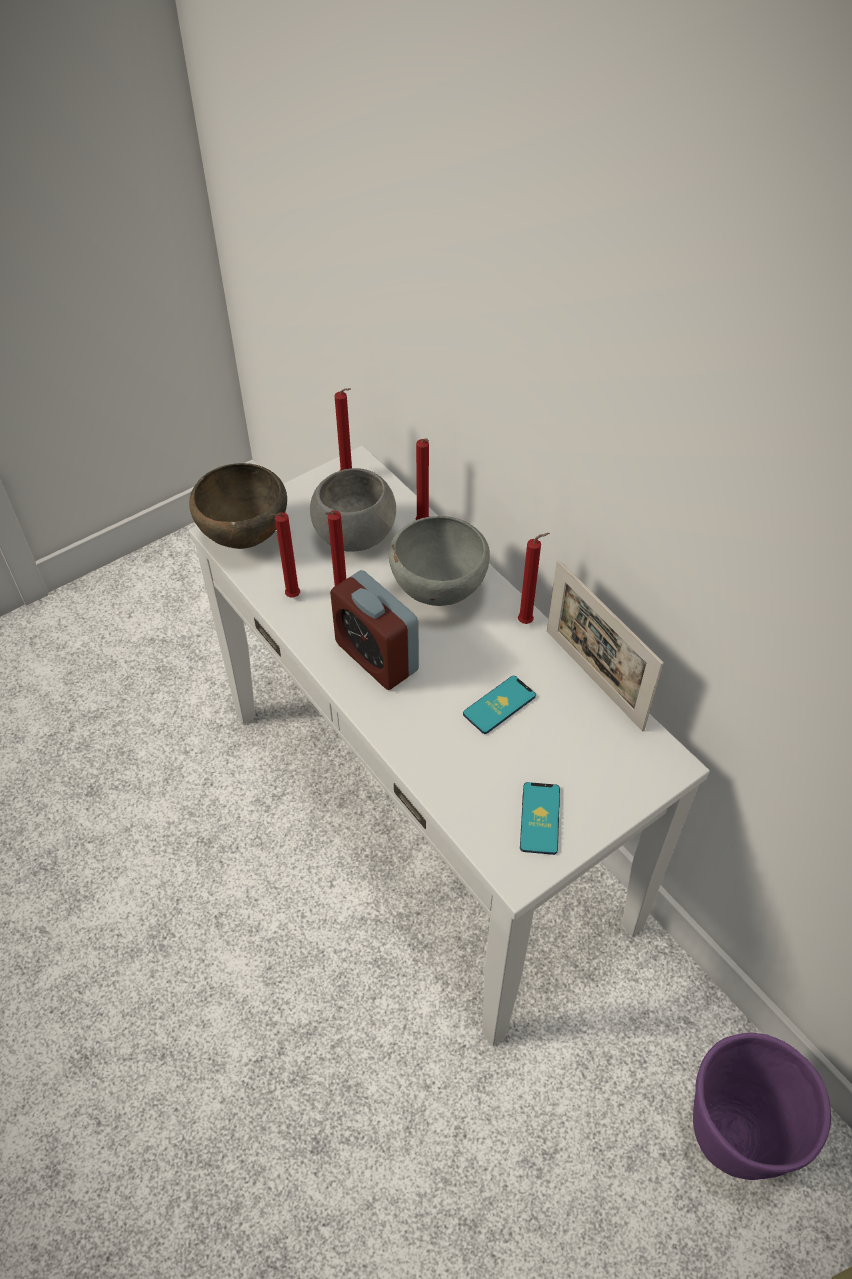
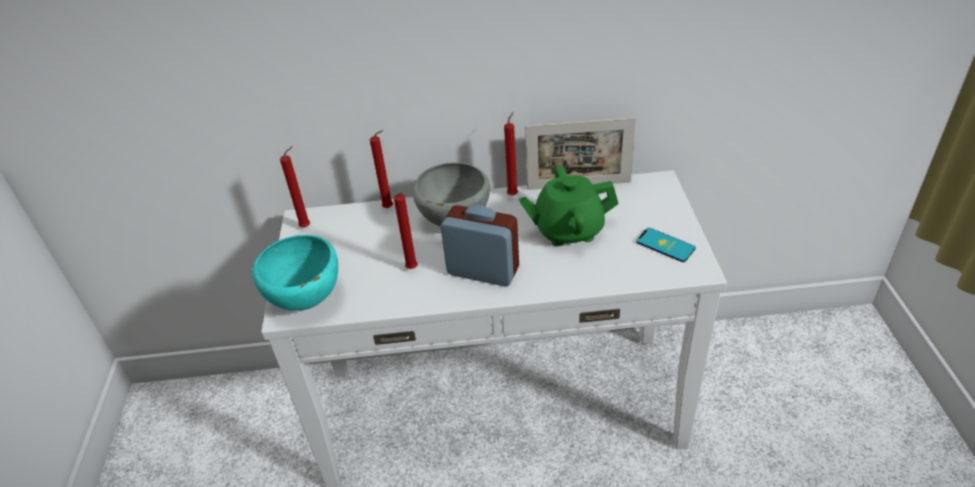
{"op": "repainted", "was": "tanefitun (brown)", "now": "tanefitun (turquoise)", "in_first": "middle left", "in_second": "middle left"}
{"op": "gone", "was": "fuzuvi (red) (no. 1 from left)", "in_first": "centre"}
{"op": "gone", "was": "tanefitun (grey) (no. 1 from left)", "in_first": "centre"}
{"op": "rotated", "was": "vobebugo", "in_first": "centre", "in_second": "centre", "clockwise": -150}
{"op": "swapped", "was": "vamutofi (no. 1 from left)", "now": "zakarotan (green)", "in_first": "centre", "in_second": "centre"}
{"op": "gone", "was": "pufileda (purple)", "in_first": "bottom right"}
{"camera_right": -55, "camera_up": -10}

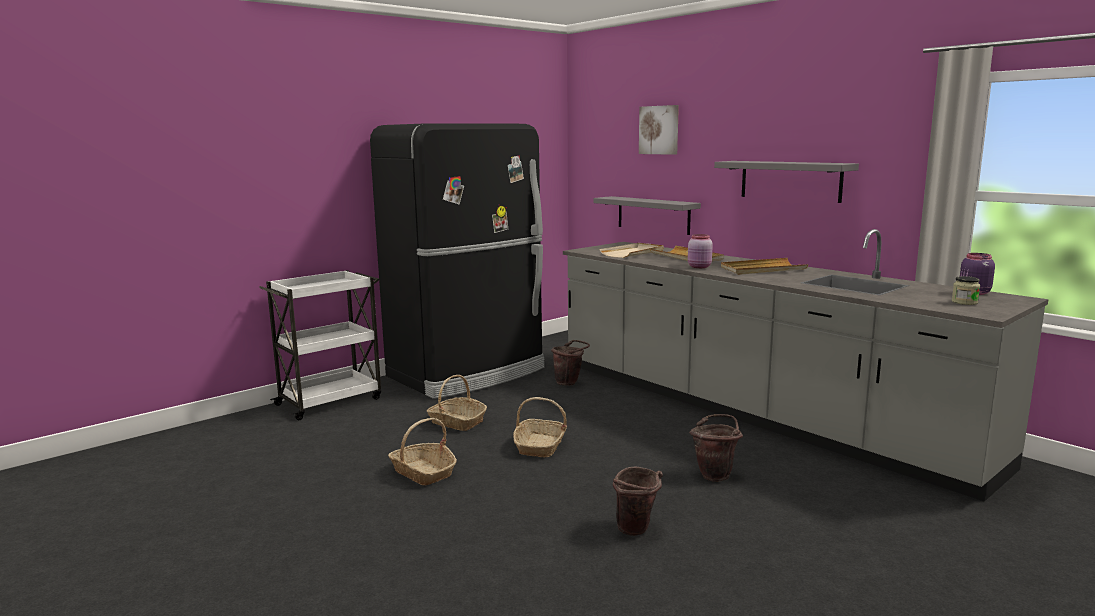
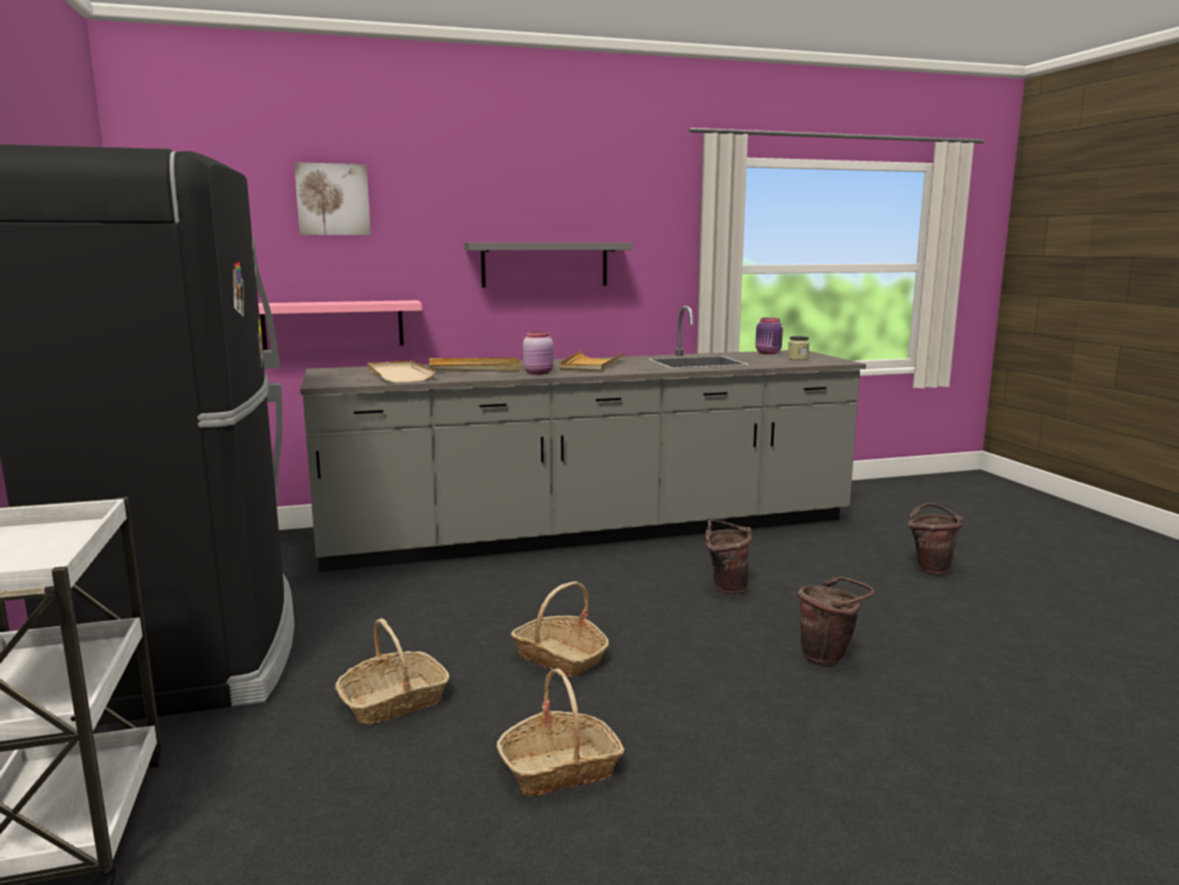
{"op": "shifted", "was": "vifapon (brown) (no. 1 from left in the first image)", "now": "vifapon (brown) (no. 3 from left)", "in_first": "centre", "in_second": "middle right"}
{"op": "repainted", "was": "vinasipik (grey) (no. 1 from left)", "now": "vinasipik (pink)", "in_first": "centre", "in_second": "middle left"}
{"camera_right": -65, "camera_up": 0}

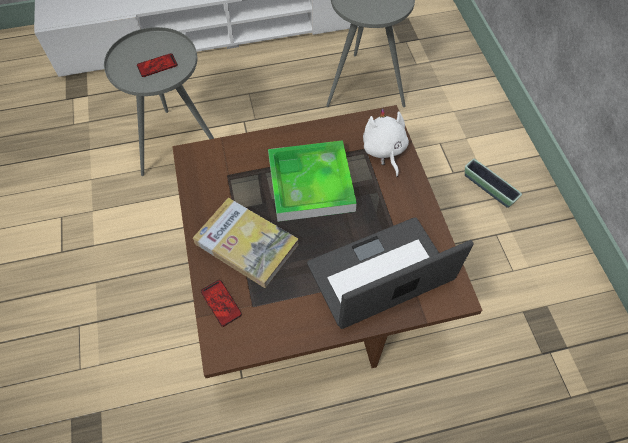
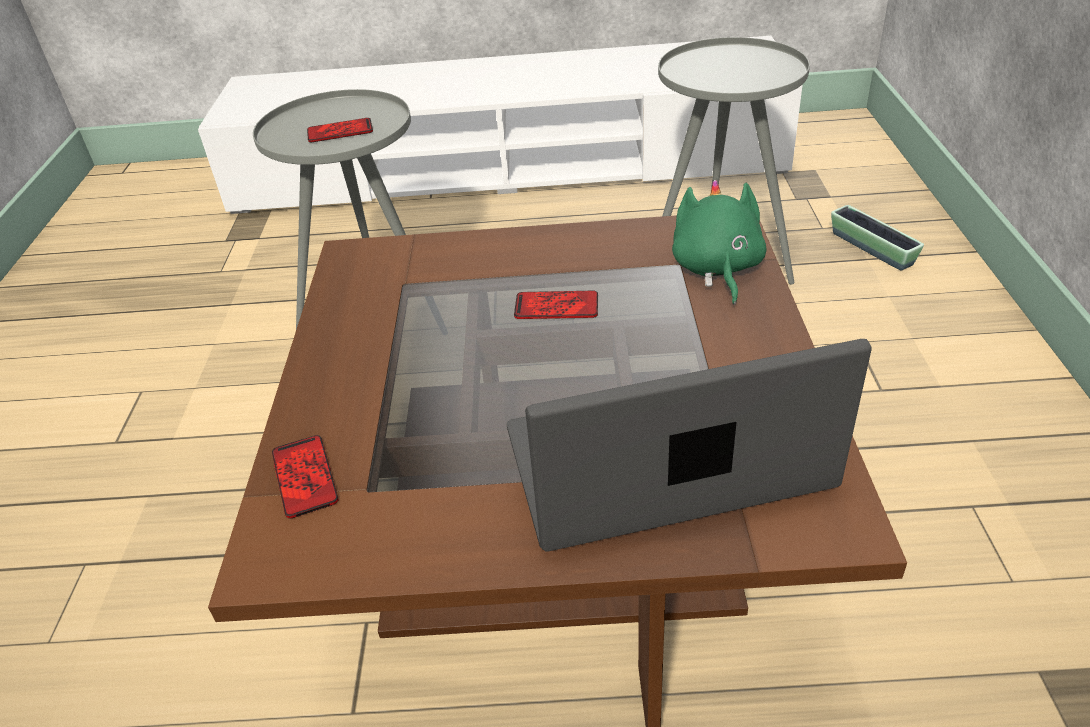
{"op": "gone", "was": "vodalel", "in_first": "centre"}
{"op": "swapped", "was": "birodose", "now": "vamutofi (no. 3 from left)", "in_first": "centre", "in_second": "centre"}
{"op": "repainted", "was": "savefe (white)", "now": "savefe (green)", "in_first": "top centre", "in_second": "top centre"}
{"op": "shifted", "was": "pufileda", "in_first": "middle right", "in_second": "top right"}
{"camera_right": 15, "camera_up": -20}

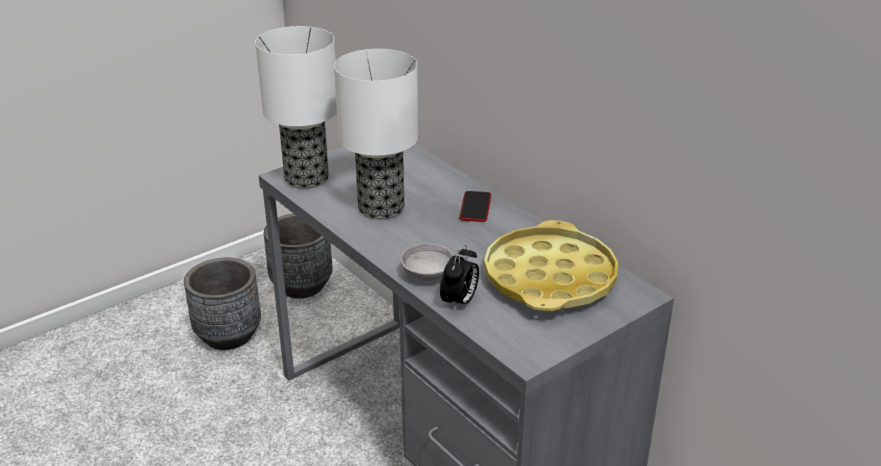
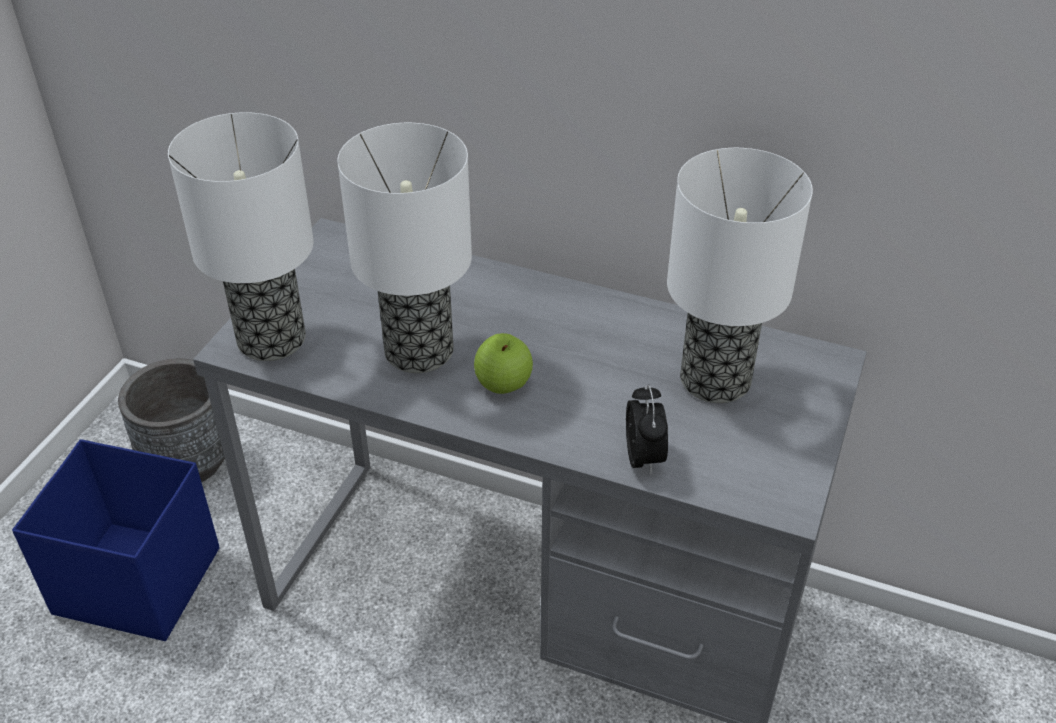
{"op": "swapped", "was": "pufileda (grey) (no. 1 from left)", "now": "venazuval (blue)", "in_first": "middle left", "in_second": "bottom left"}
{"op": "gone", "was": "tanefitun (grey)", "in_first": "centre"}
{"op": "gone", "was": "vamutofi", "in_first": "centre"}
{"op": "swapped", "was": "birodose (yellow)", "now": "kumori (no. 3 from left)", "in_first": "centre", "in_second": "middle right"}
{"op": "new", "now": "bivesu", "in_second": "centre"}
{"camera_right": -30, "camera_up": 10}

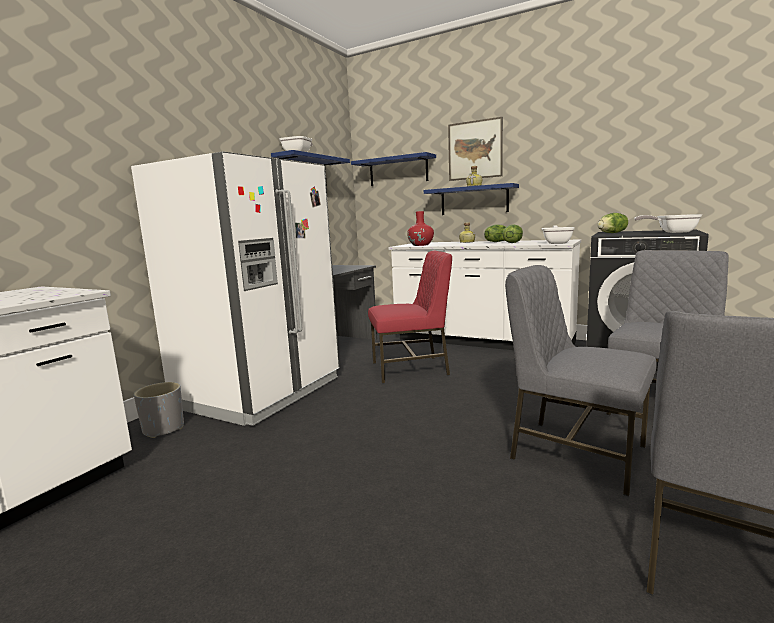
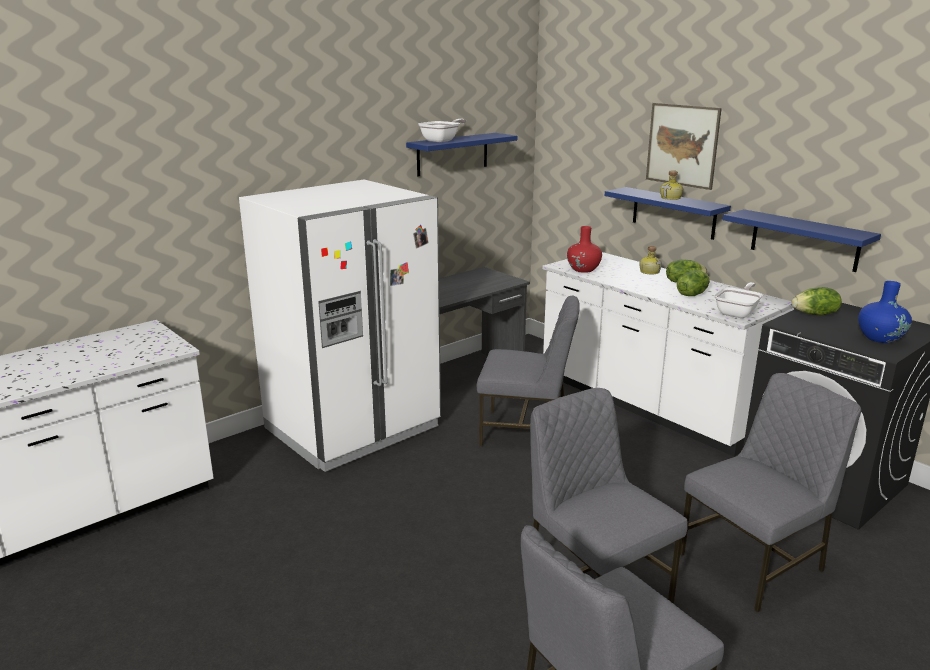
{"op": "gone", "was": "pufileda (grey)", "in_first": "middle left"}
{"op": "shifted", "was": "vinasipik (blue) (no. 2 from left in the first image)", "now": "vinasipik (blue) (no. 3 from left)", "in_first": "top centre", "in_second": "middle right"}
{"op": "repainted", "was": "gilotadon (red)", "now": "gilotadon (grey) (no. 1 from left)", "in_first": "centre", "in_second": "centre"}
{"op": "swapped", "was": "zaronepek (no. 3 from left)", "now": "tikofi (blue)", "in_first": "middle right", "in_second": "middle right"}
{"camera_right": 20, "camera_up": 10}

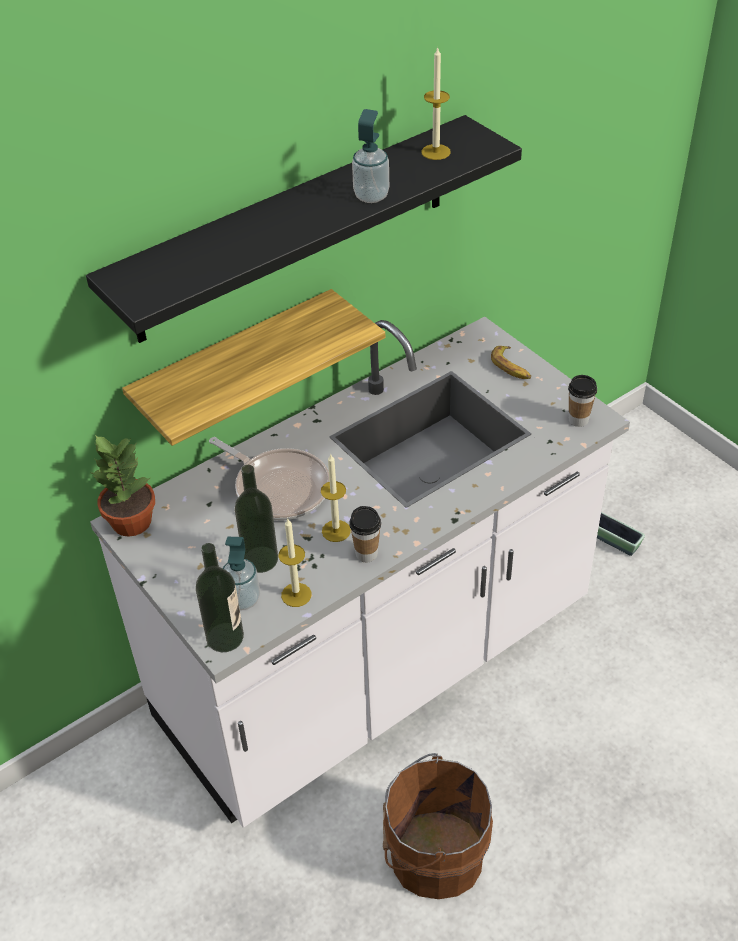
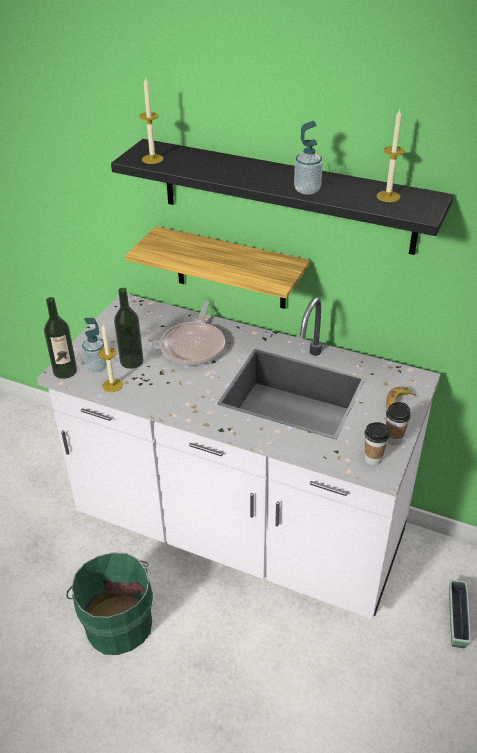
{"op": "gone", "was": "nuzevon", "in_first": "middle left"}
{"op": "shifted", "was": "fuzuvi (no. 2 from left)", "in_first": "centre", "in_second": "top left"}
{"op": "shifted", "was": "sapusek (no. 1 from left in the first image)", "now": "sapusek (no. 2 from left)", "in_first": "centre", "in_second": "middle right"}
{"op": "repainted", "was": "vifapon (brown)", "now": "vifapon (green)", "in_first": "bottom centre", "in_second": "bottom left"}
{"camera_right": 60, "camera_up": -5}

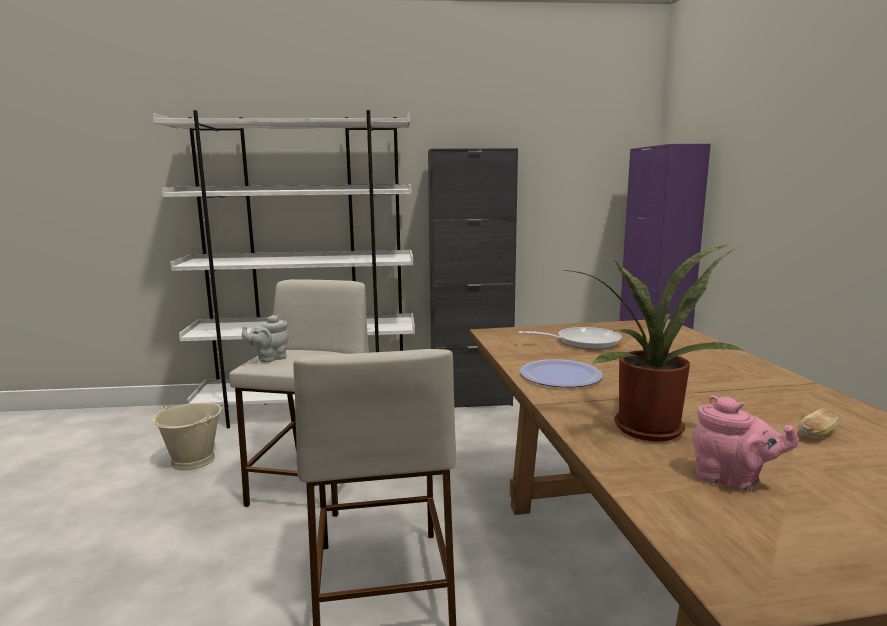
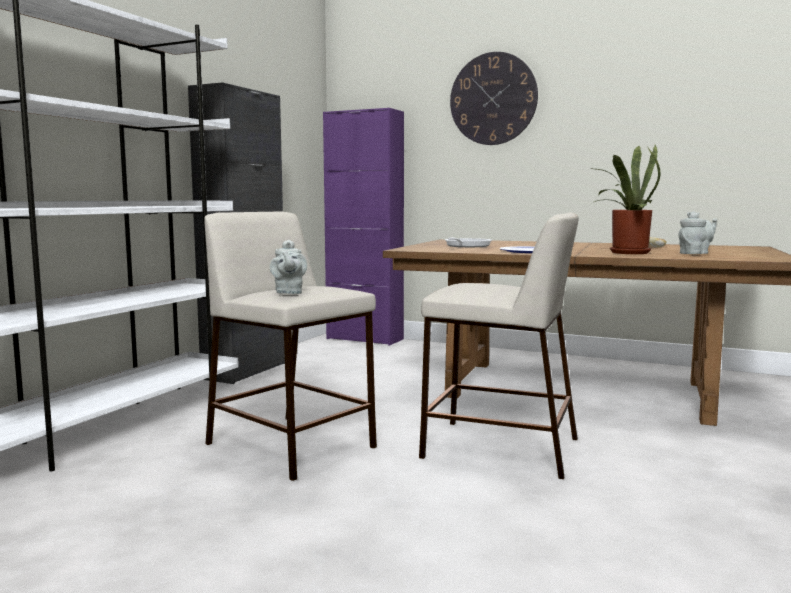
{"op": "gone", "was": "vifapon (beige)", "in_first": "bottom left"}
{"op": "repainted", "was": "zakarotan (pink)", "now": "zakarotan (grey) (no. 2 from left)", "in_first": "bottom right", "in_second": "middle right"}
{"op": "new", "now": "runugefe", "in_second": "top centre"}
{"camera_right": -60, "camera_up": -5}

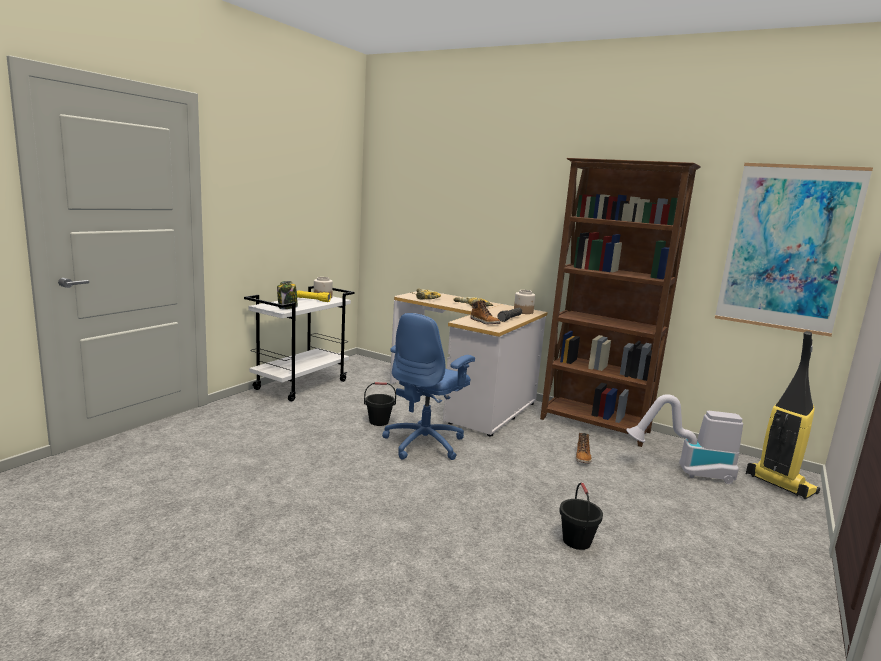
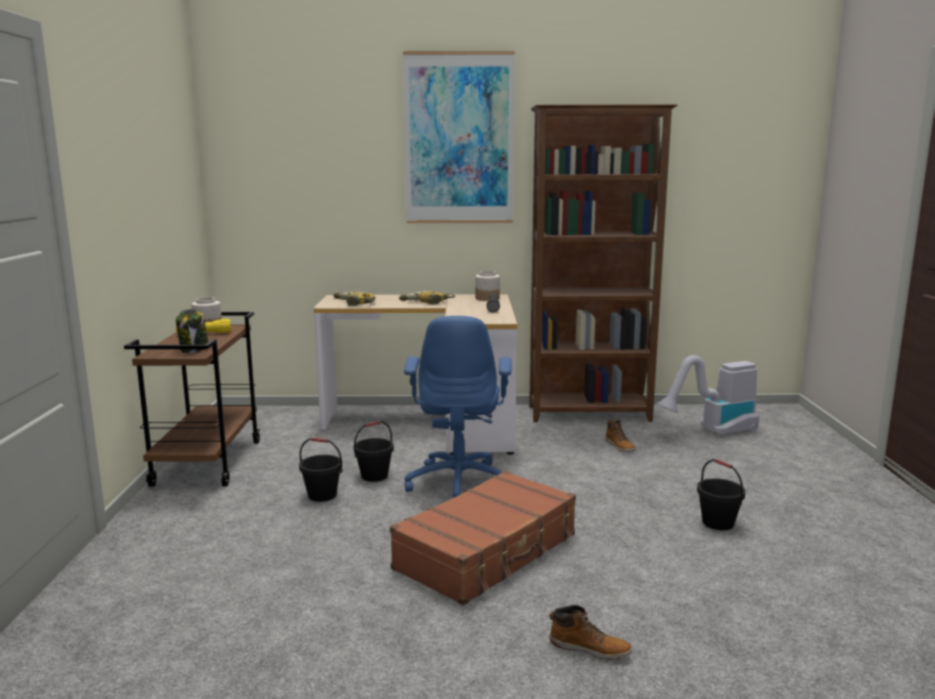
{"op": "repainted", "was": "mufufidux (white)", "now": "mufufidux (brown)", "in_first": "centre", "in_second": "middle left"}
{"op": "shifted", "was": "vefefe (no. 1 from left)", "in_first": "centre", "in_second": "bottom centre"}
{"op": "shifted", "was": "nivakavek", "in_first": "middle right", "in_second": "top centre"}
{"op": "gone", "was": "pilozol (no. 2 from left)", "in_first": "middle right"}
{"op": "new", "now": "vifapon (black) (no. 1 from left)", "in_second": "bottom centre"}
{"op": "new", "now": "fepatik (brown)", "in_second": "bottom centre"}
{"camera_right": -30, "camera_up": 0}

